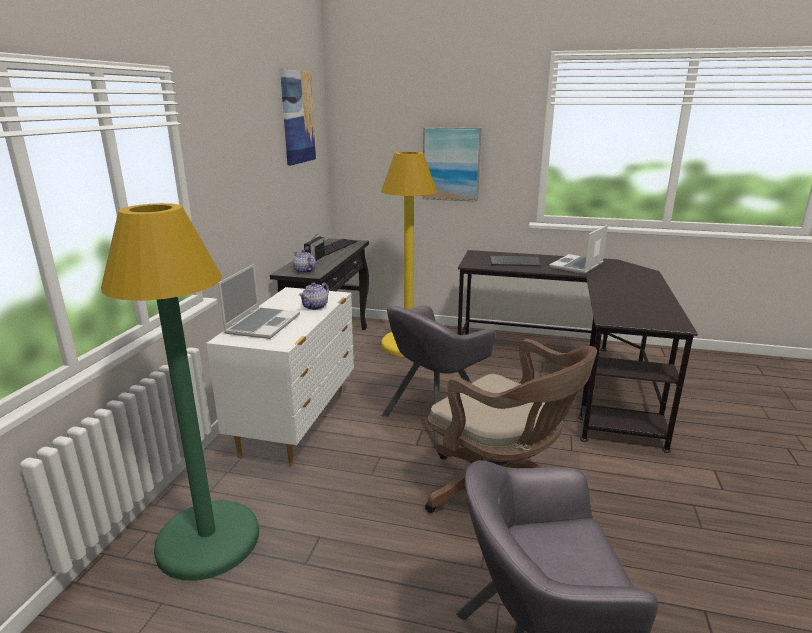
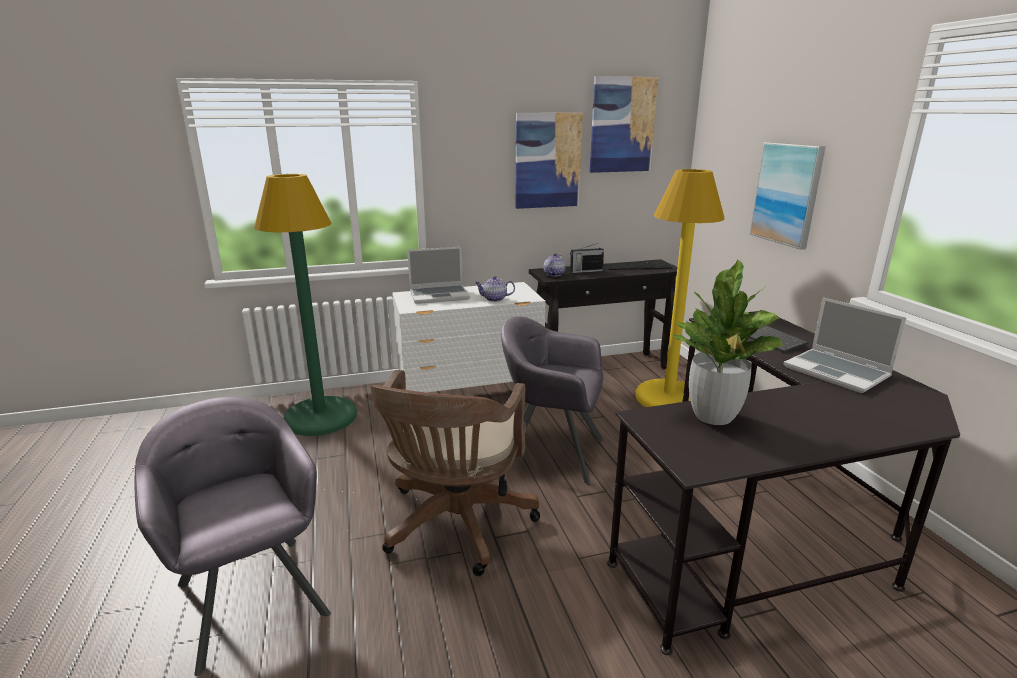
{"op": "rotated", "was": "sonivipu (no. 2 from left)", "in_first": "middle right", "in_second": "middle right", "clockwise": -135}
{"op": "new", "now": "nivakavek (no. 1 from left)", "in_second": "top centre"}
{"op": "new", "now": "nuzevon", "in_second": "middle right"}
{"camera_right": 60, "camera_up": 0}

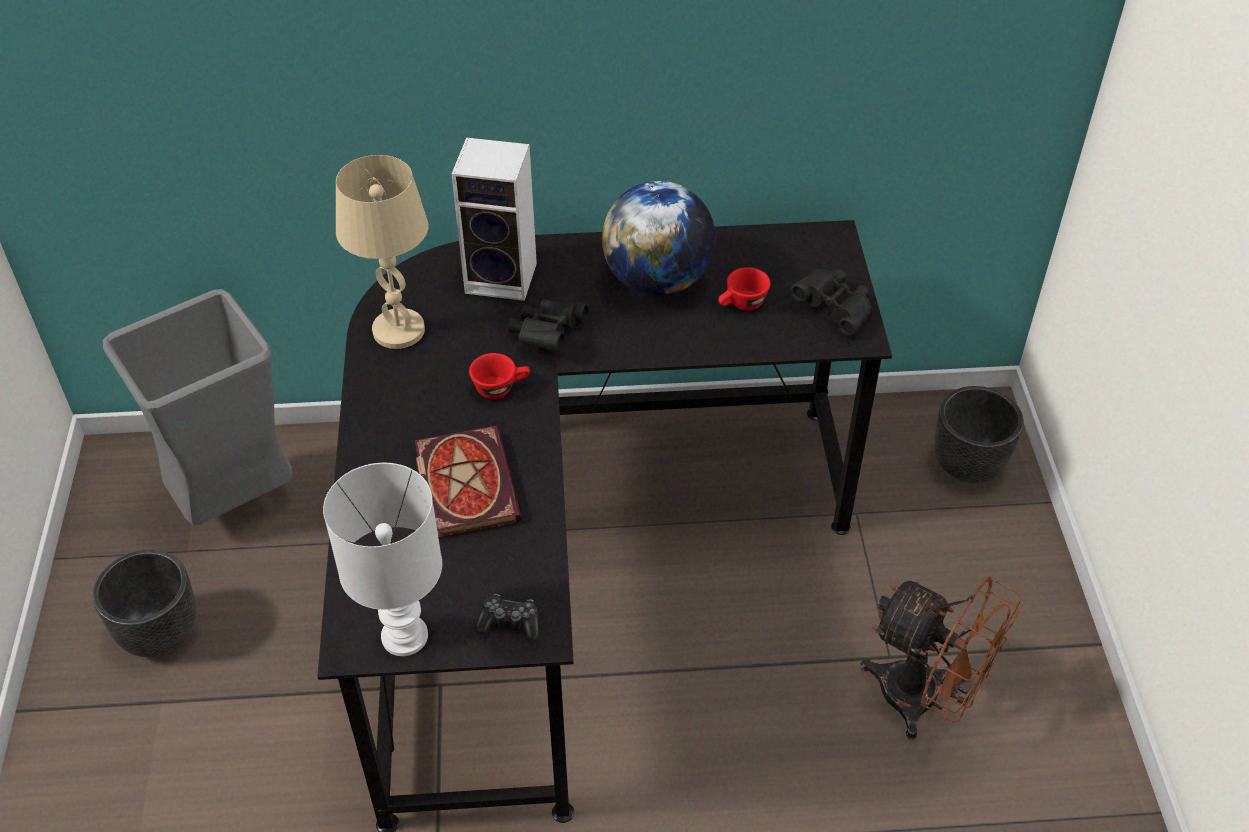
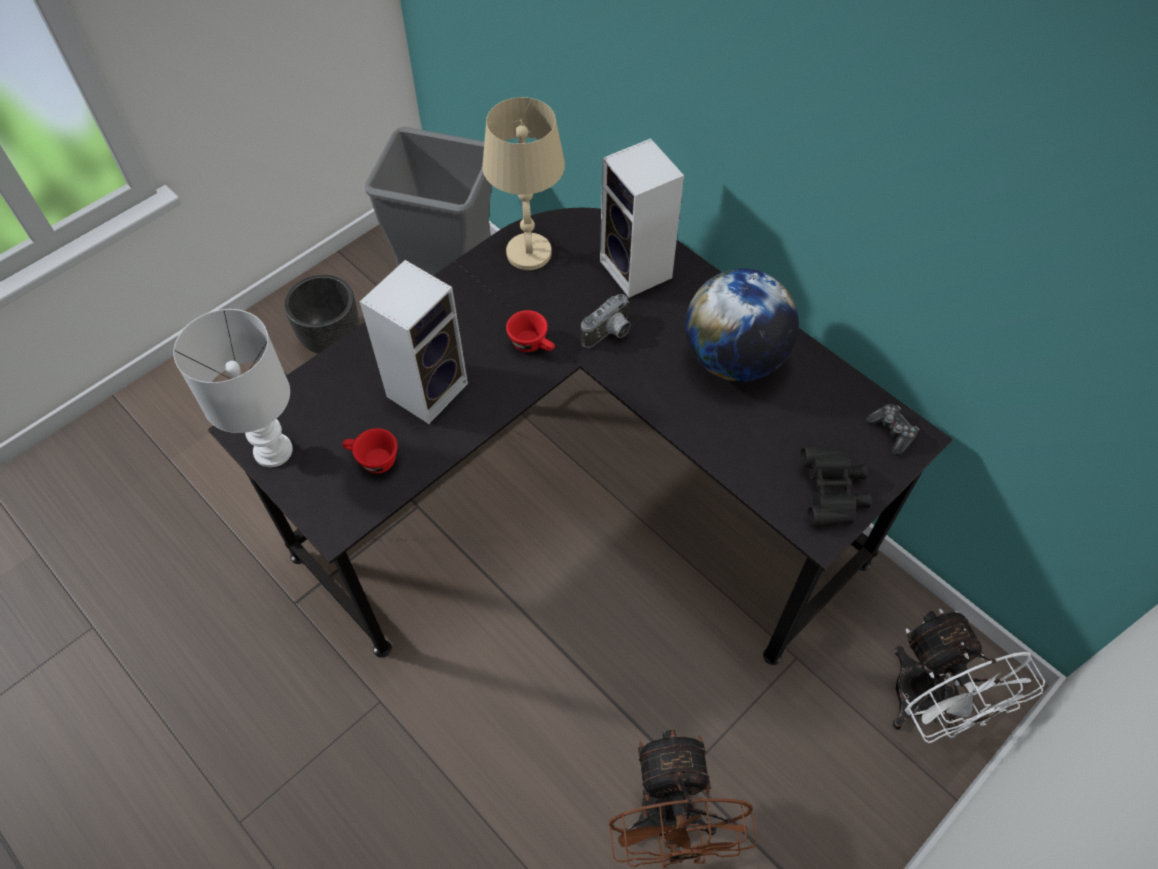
{"op": "swapped", "was": "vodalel", "now": "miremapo (no. 1 from left)", "in_first": "centre", "in_second": "centre"}
{"op": "shifted", "was": "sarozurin", "in_first": "bottom centre", "in_second": "middle right"}
{"op": "swapped", "was": "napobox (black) (no. 1 from left)", "now": "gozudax", "in_first": "centre", "in_second": "centre"}
{"op": "shifted", "was": "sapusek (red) (no. 2 from left in the first image)", "now": "sapusek (red) (no. 1 from left)", "in_first": "centre", "in_second": "middle left"}
{"op": "swapped", "was": "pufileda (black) (no. 2 from left)", "now": "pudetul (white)", "in_first": "middle right", "in_second": "bottom right"}
{"camera_right": 50, "camera_up": 10}

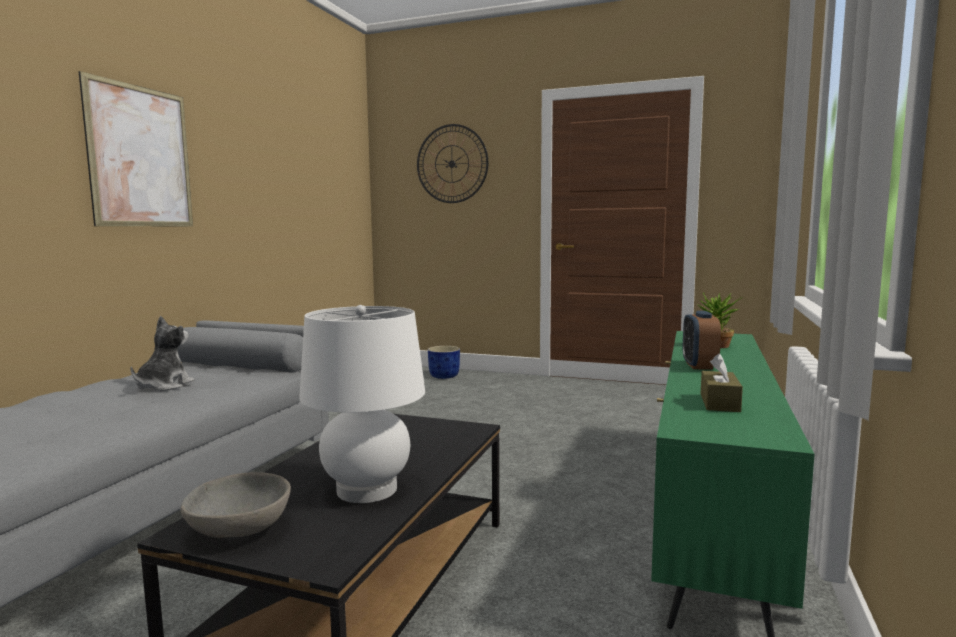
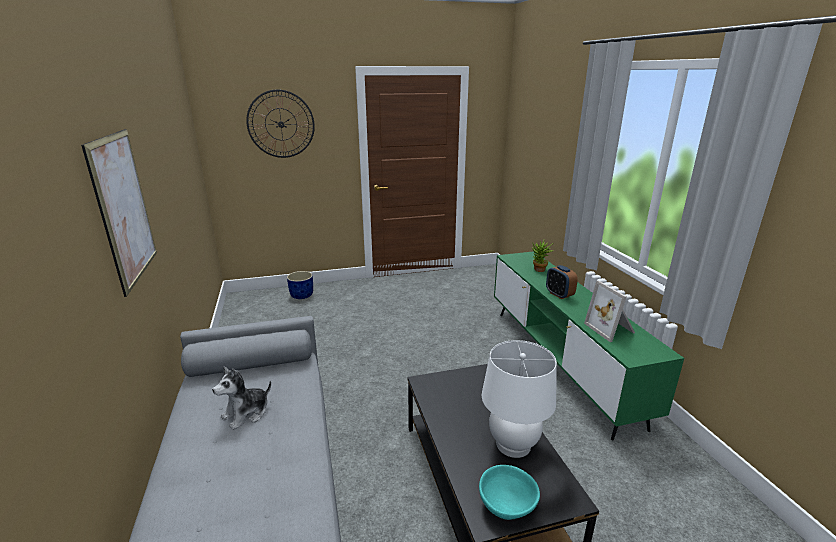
{"op": "rotated", "was": "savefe", "in_first": "middle left", "in_second": "bottom left", "clockwise": -120}
{"op": "repainted", "was": "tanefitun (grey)", "now": "tanefitun (turquoise)", "in_first": "bottom left", "in_second": "bottom centre"}
{"op": "swapped", "was": "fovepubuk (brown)", "now": "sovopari", "in_first": "middle right", "in_second": "middle right"}
{"camera_right": -35, "camera_up": 15}

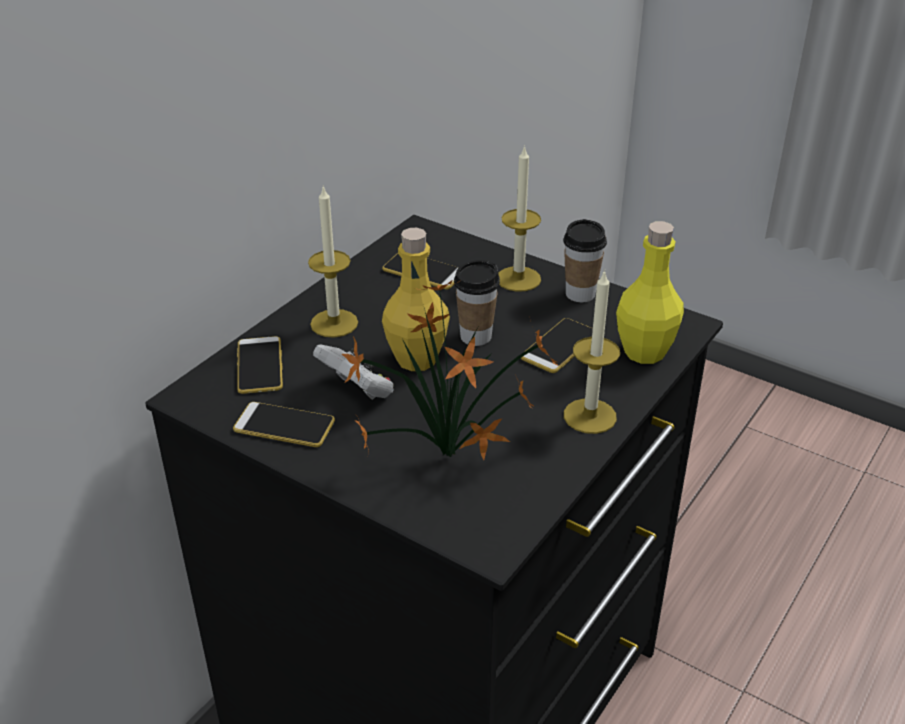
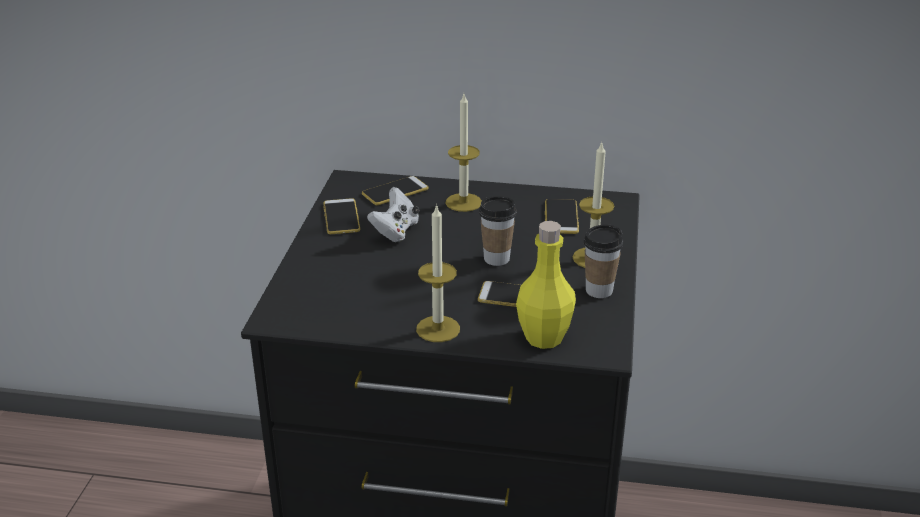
{"op": "gone", "was": "nuzevon", "in_first": "centre"}
{"op": "gone", "was": "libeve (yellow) (no. 1 from left)", "in_first": "centre"}
{"camera_right": 65, "camera_up": -5}

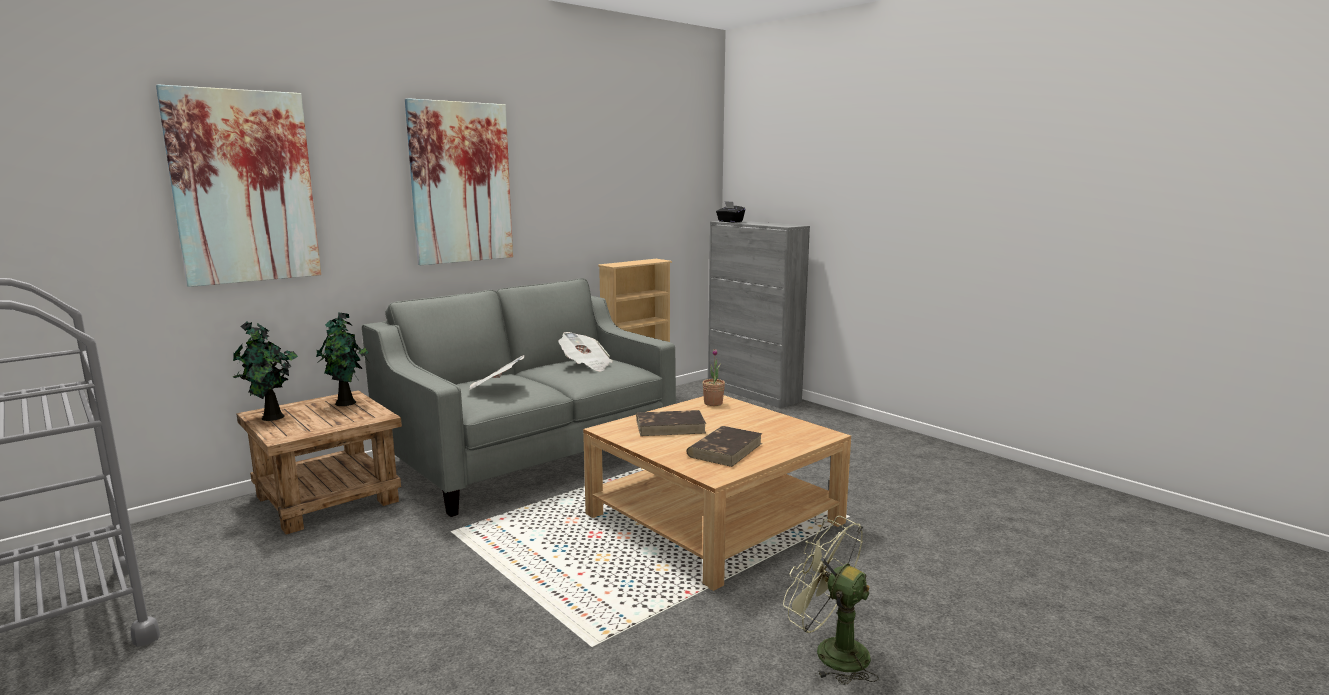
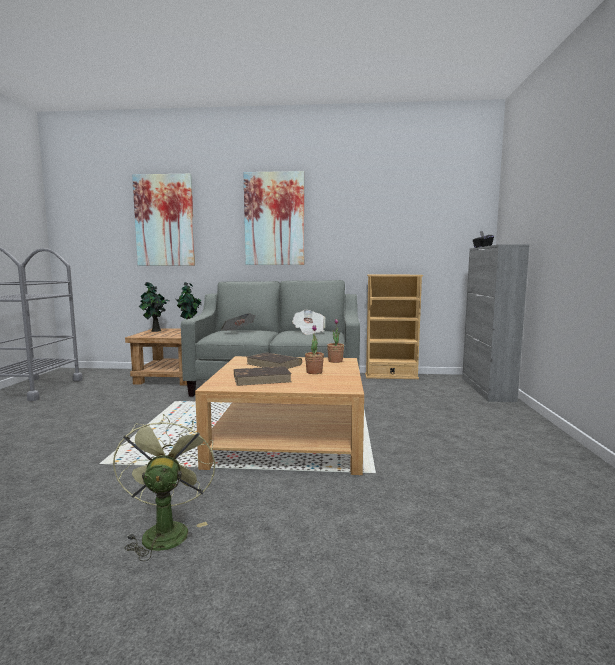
{"op": "new", "now": "nuzevon (no. 3 from left)", "in_second": "centre"}
{"camera_right": 45, "camera_up": -5}

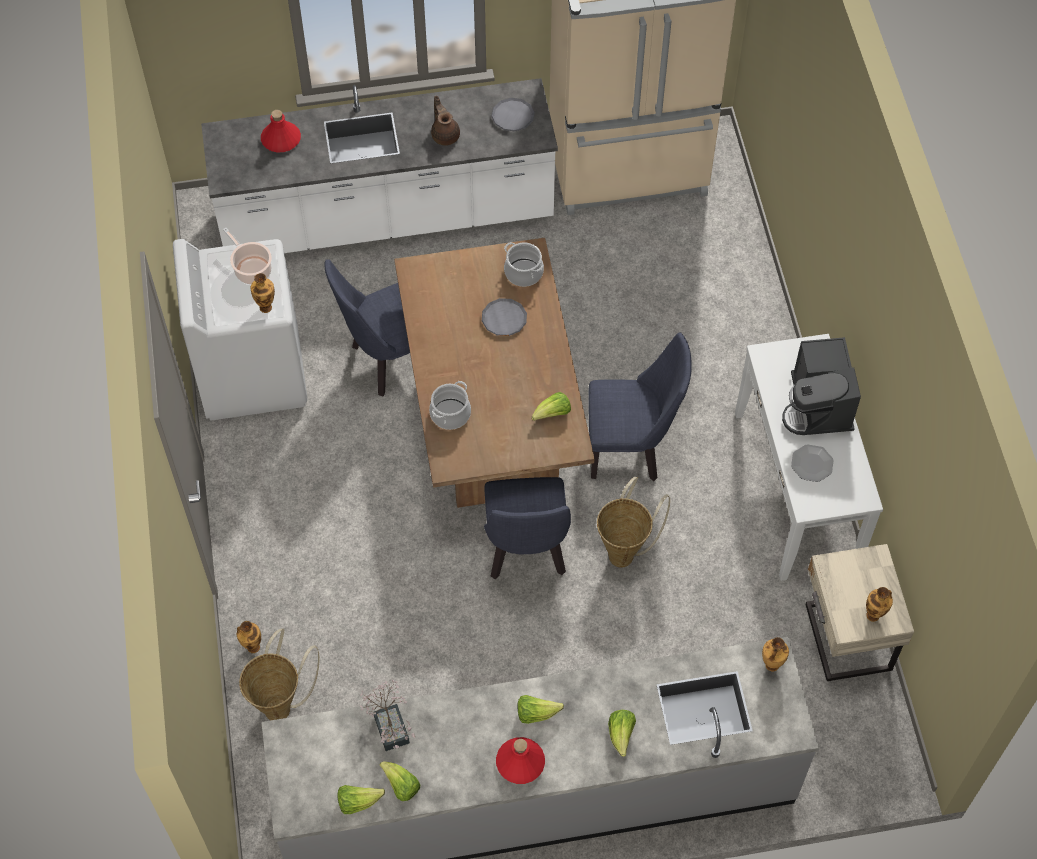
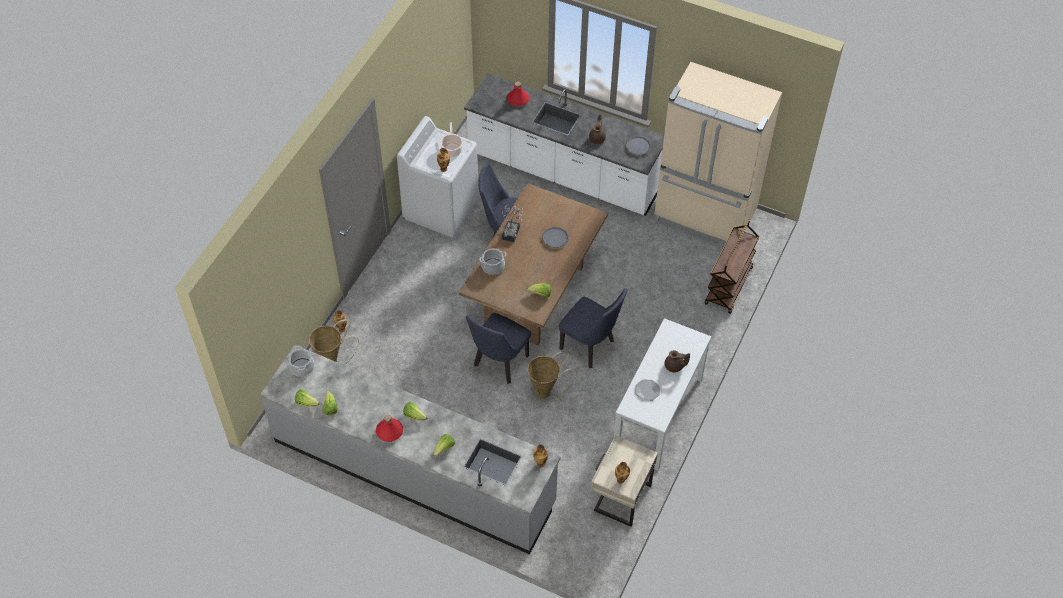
{"op": "shifted", "was": "nuzevon", "in_first": "bottom centre", "in_second": "centre"}
{"op": "shifted", "was": "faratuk (no. 3 from left in the first image)", "now": "faratuk (no. 1 from left)", "in_first": "top centre", "in_second": "middle left"}
{"op": "swapped", "was": "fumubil", "now": "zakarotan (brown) (no. 2 from left)", "in_first": "middle right", "in_second": "centre"}
{"op": "new", "now": "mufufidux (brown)", "in_second": "middle right"}
{"camera_right": 35, "camera_up": -5}

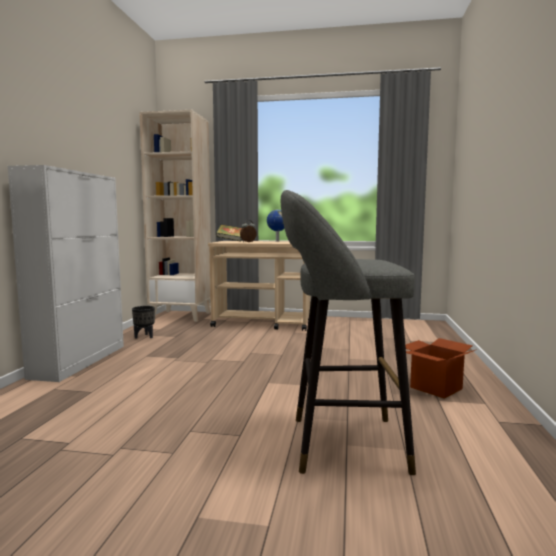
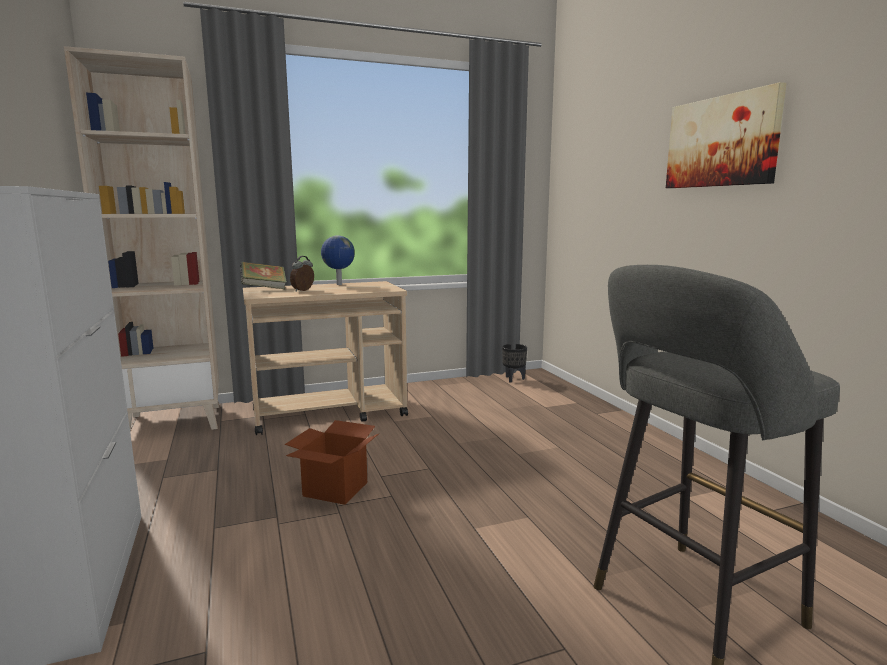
{"op": "shifted", "was": "pufileda (black)", "in_first": "middle left", "in_second": "centre"}
{"op": "shifted", "was": "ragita", "in_first": "middle right", "in_second": "bottom centre"}
{"op": "new", "now": "nivakavek", "in_second": "top right"}
{"camera_right": -30, "camera_up": 5}

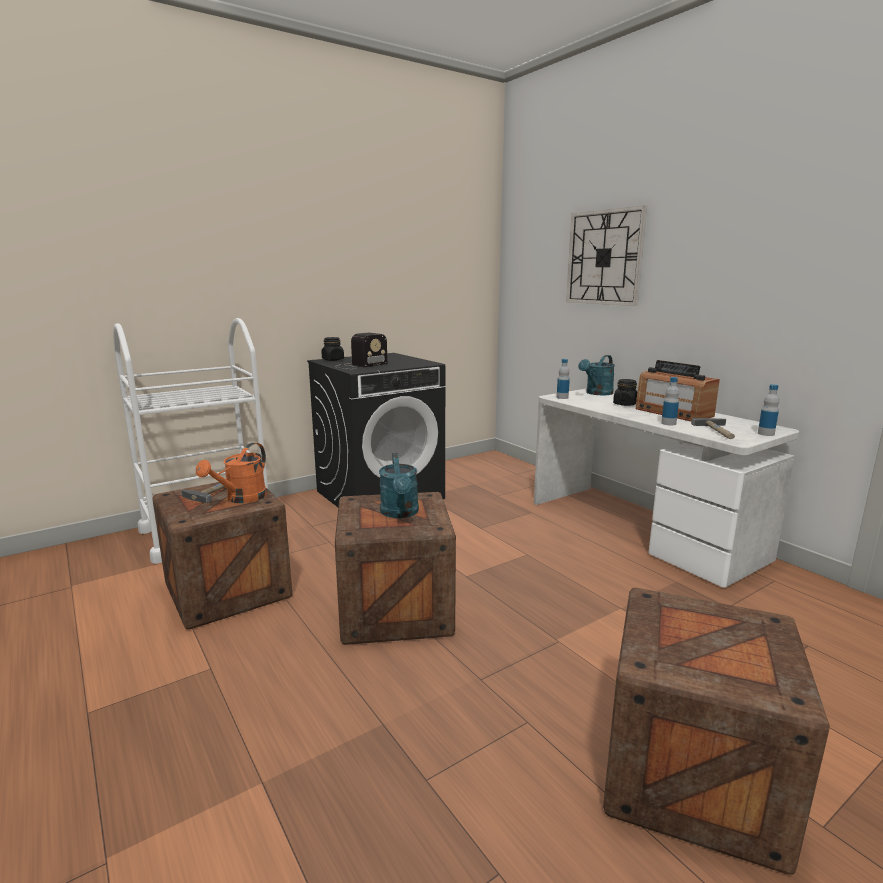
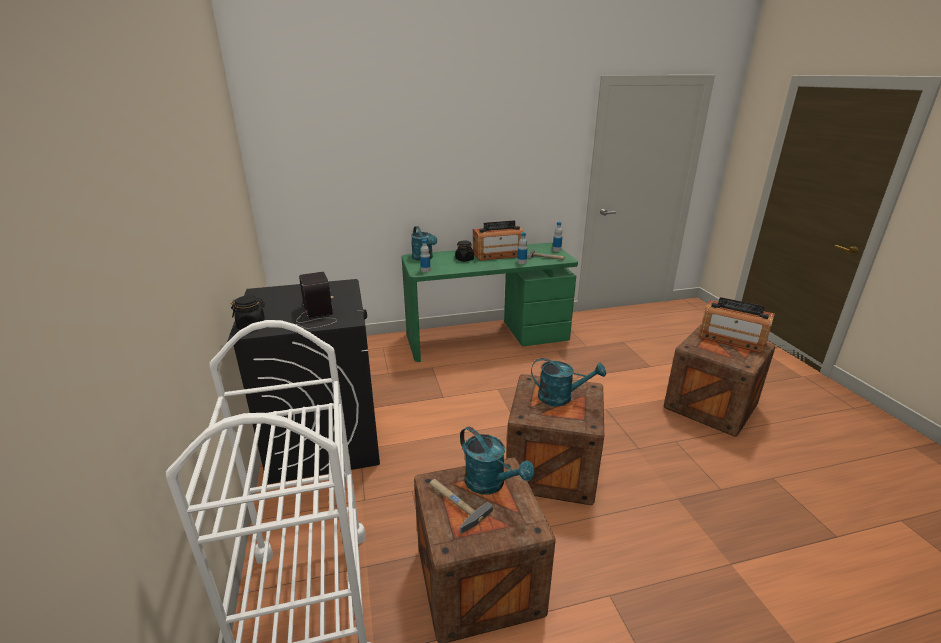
{"op": "repainted", "was": "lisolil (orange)", "now": "lisolil (turquoise) (no. 2 from left)", "in_first": "middle left", "in_second": "bottom centre"}
{"op": "repainted", "was": "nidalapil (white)", "now": "nidalapil (green)", "in_first": "middle right", "in_second": "centre"}
{"op": "gone", "was": "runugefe", "in_first": "top right"}
{"op": "new", "now": "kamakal (no. 3 from left)", "in_second": "middle right"}
{"camera_right": -70, "camera_up": 10}

